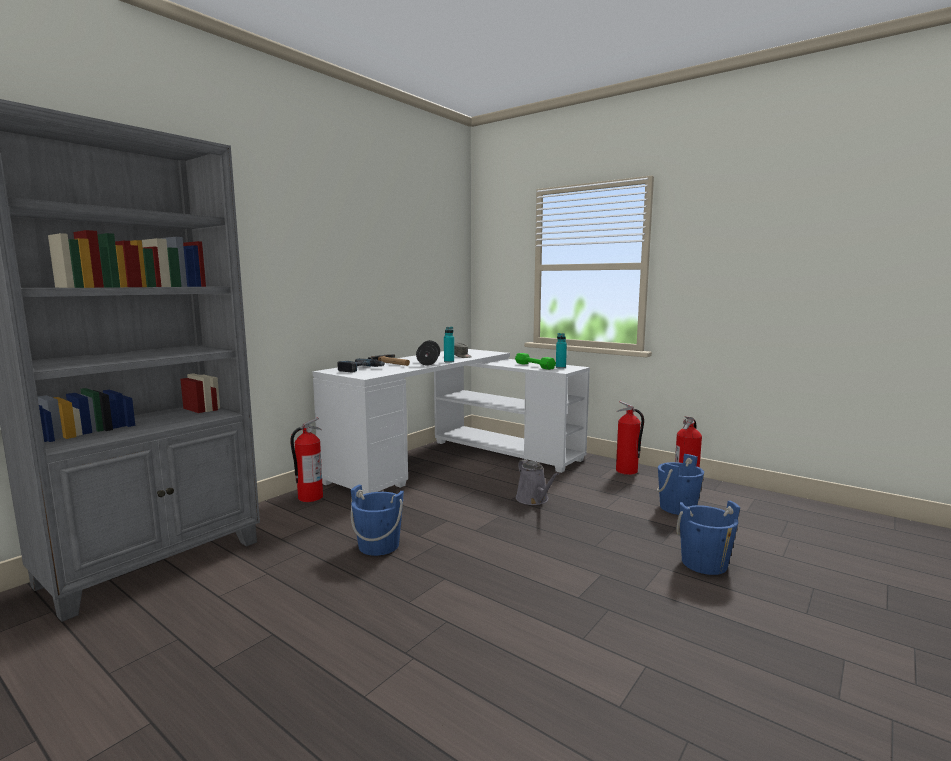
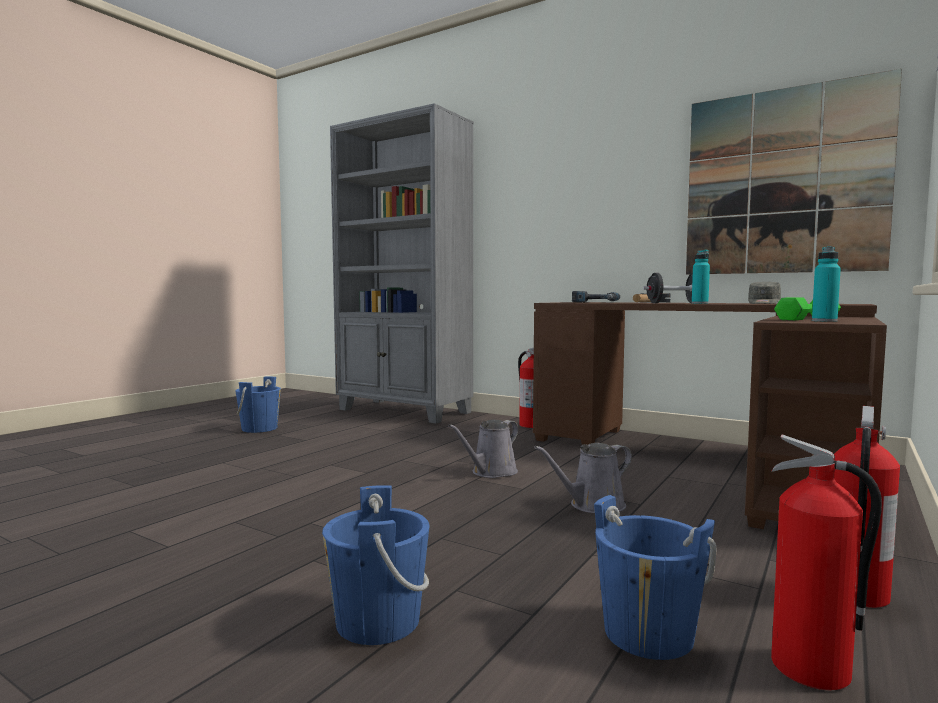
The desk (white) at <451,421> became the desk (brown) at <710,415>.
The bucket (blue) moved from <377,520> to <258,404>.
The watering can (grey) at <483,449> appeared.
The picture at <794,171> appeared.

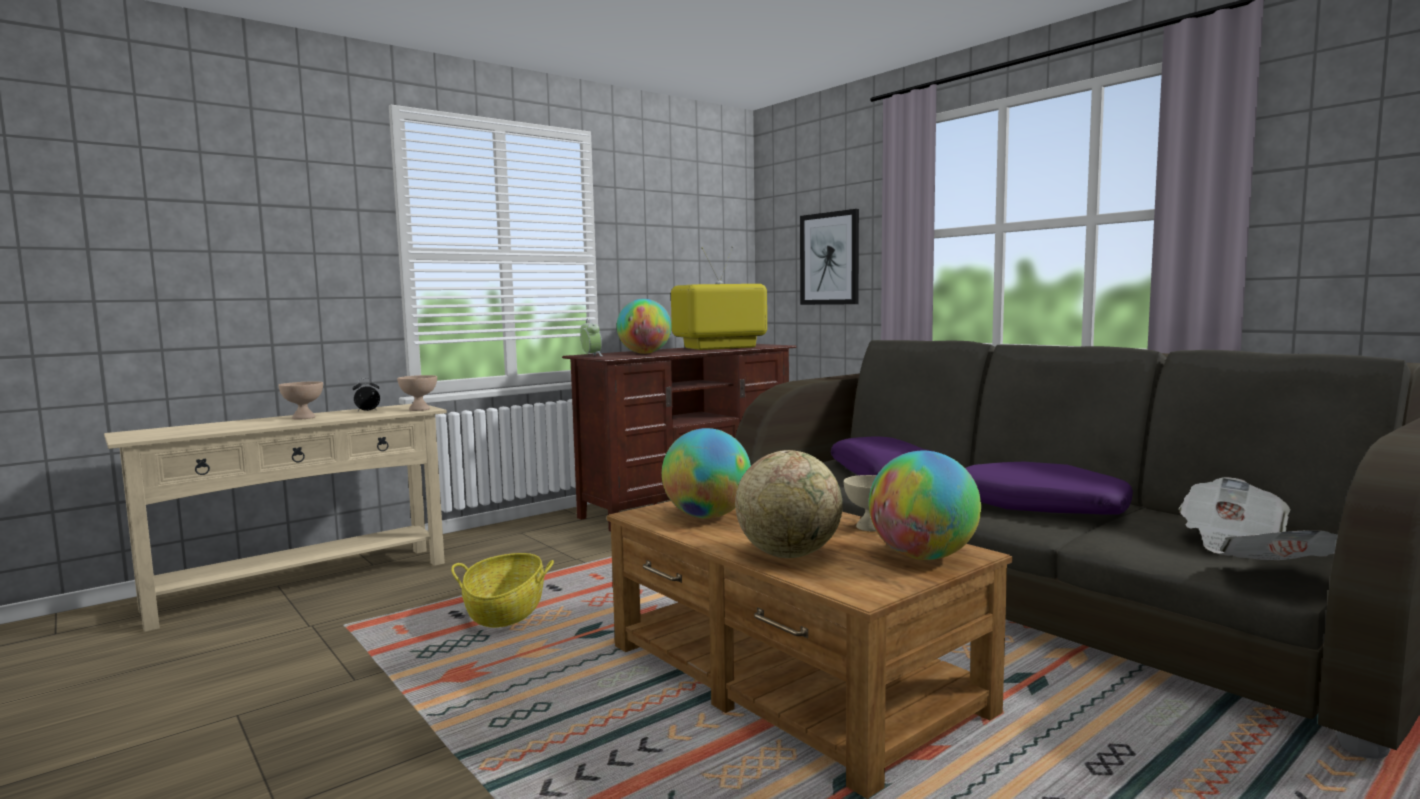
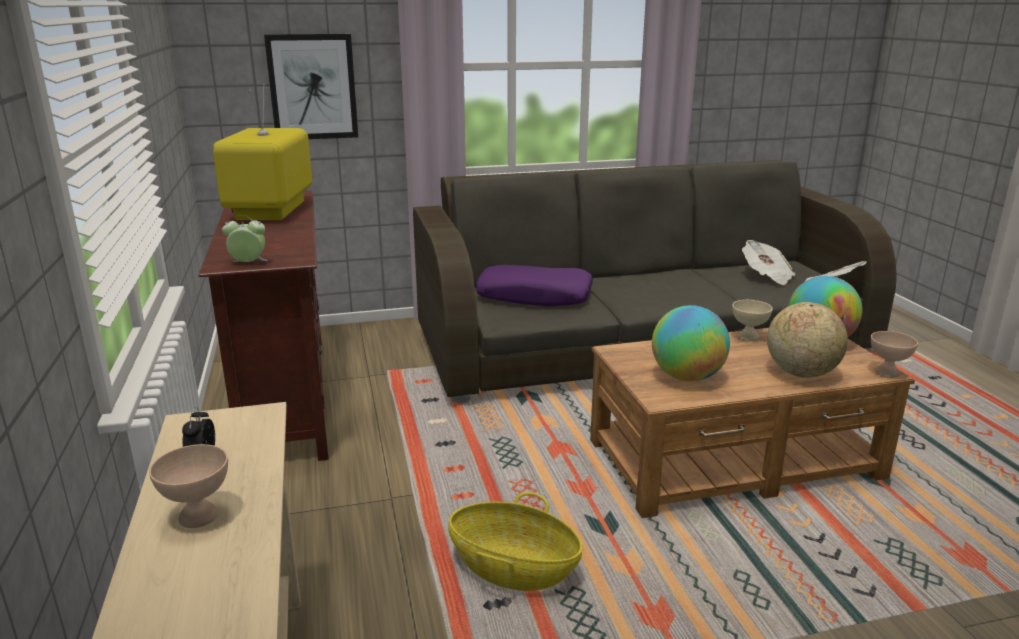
The bowl (beige) moved from <417,393> to <894,354>.
The globe at <644,326> disappeared.
The pillow (purple) at <1049,488> disappeared.

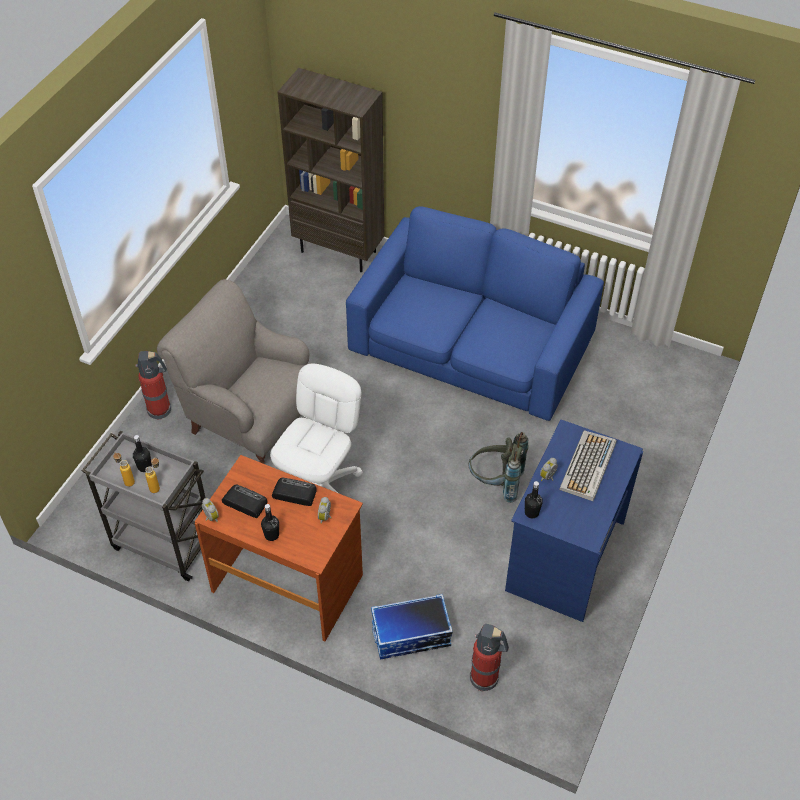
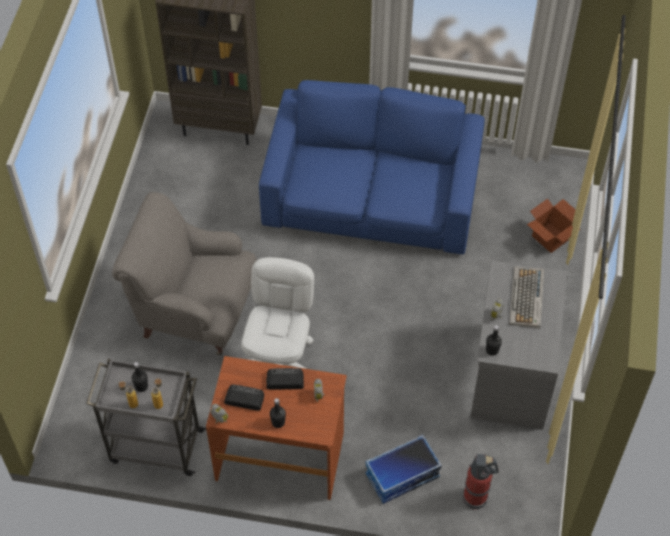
The fire extinguisher at <153,385> disappeared.
The backpack (grey) at <498,467> disappeared.
The desk (blue) at <574,520> became the desk (grey) at <519,344>.
The cardboard box at <553,226> appeared.

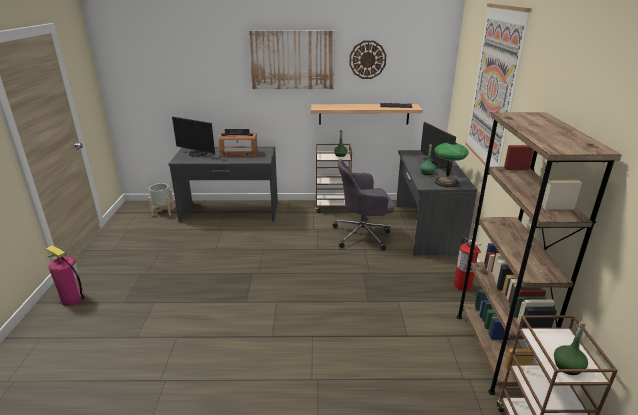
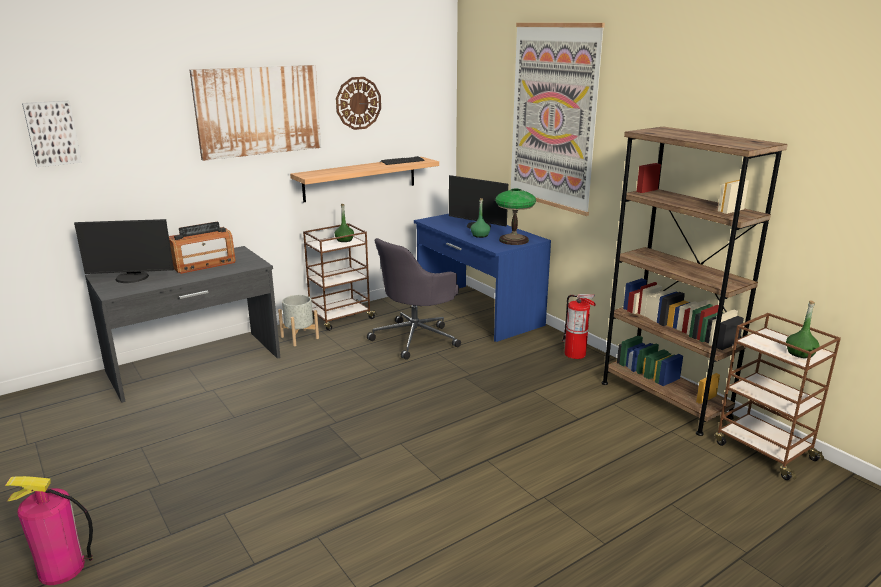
The planter (grey) moved from <161,199> to <298,320>.
The desk (grey) at <436,202> became the desk (blue) at <482,278>.
The picture at <52,134> appeared.

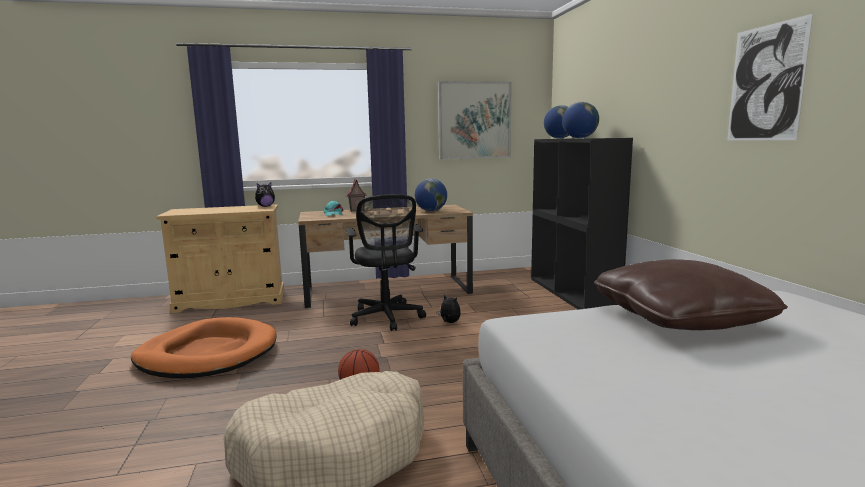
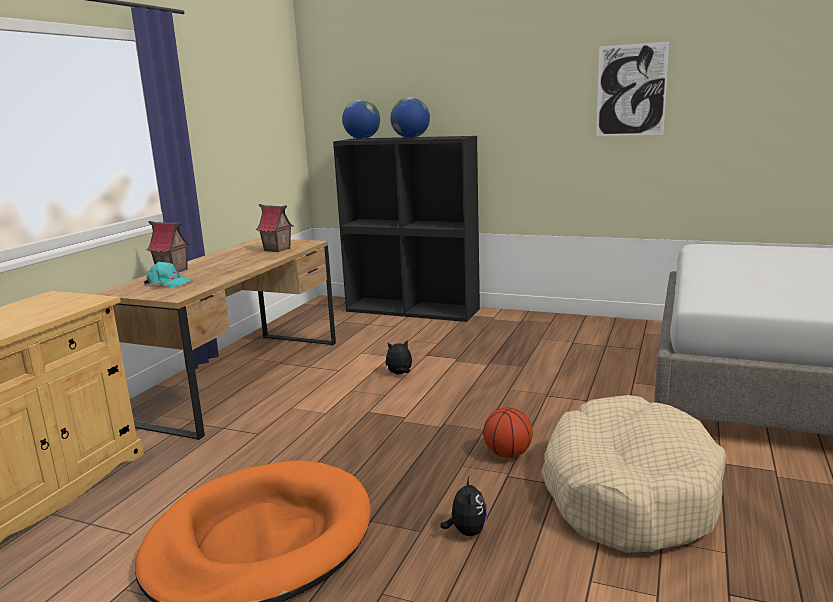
The plush toy moved from <265,195> to <463,506>.
The office chair (black) at <385,262> disappeared.
The globe at <431,195> was replaced by the toy house at <275,228>.
The picture at <475,120> disappeared.
The pillow (brown) at <691,294> disappeared.

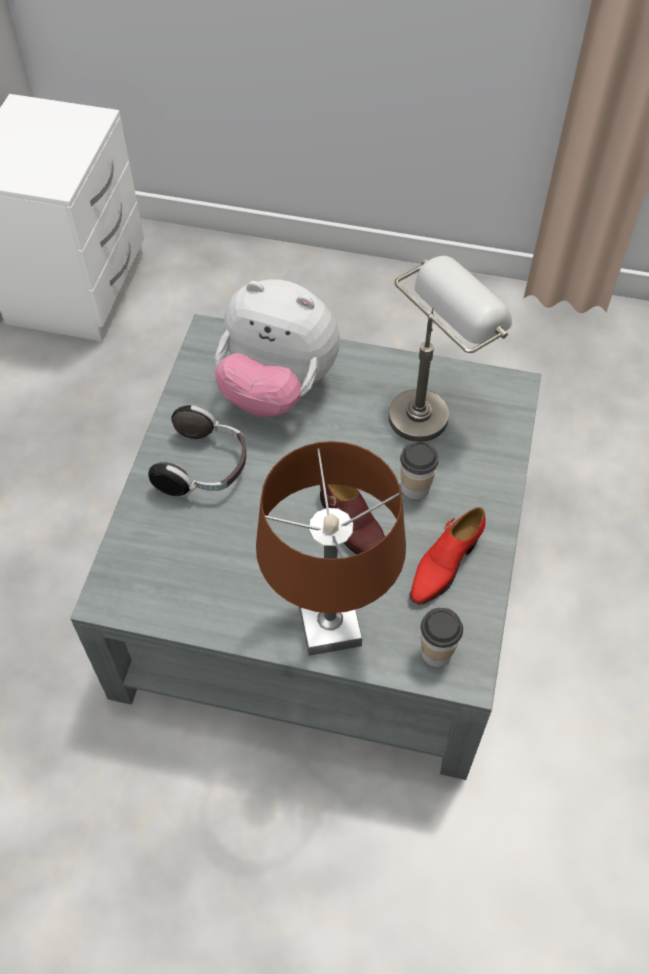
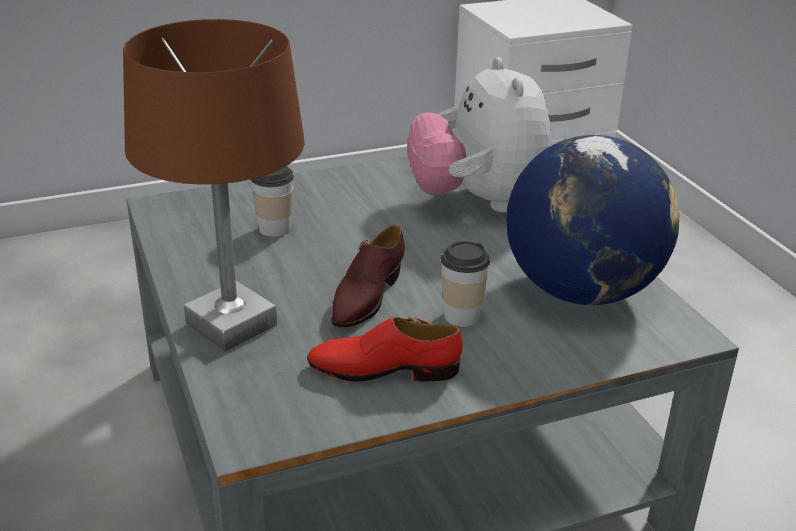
The headphones at <197,451> disappeared.
The table lamp (grey) at <450,349> was replaced by the globe at <592,220>.
The cup moved from <442,637> to <272,201>.

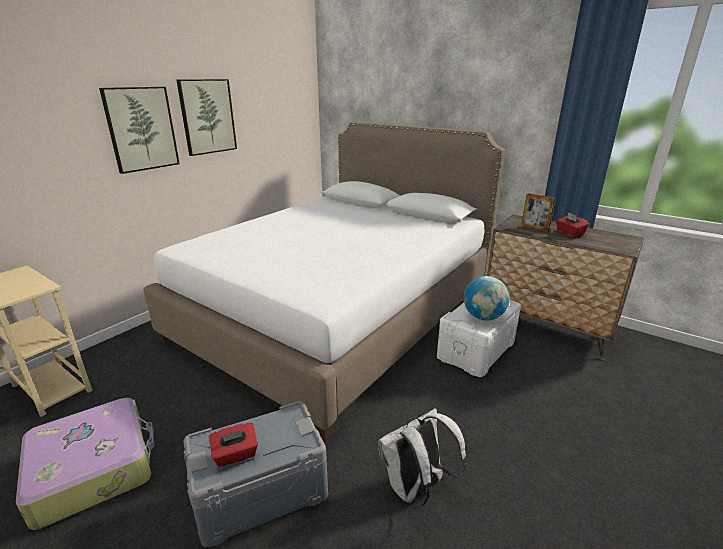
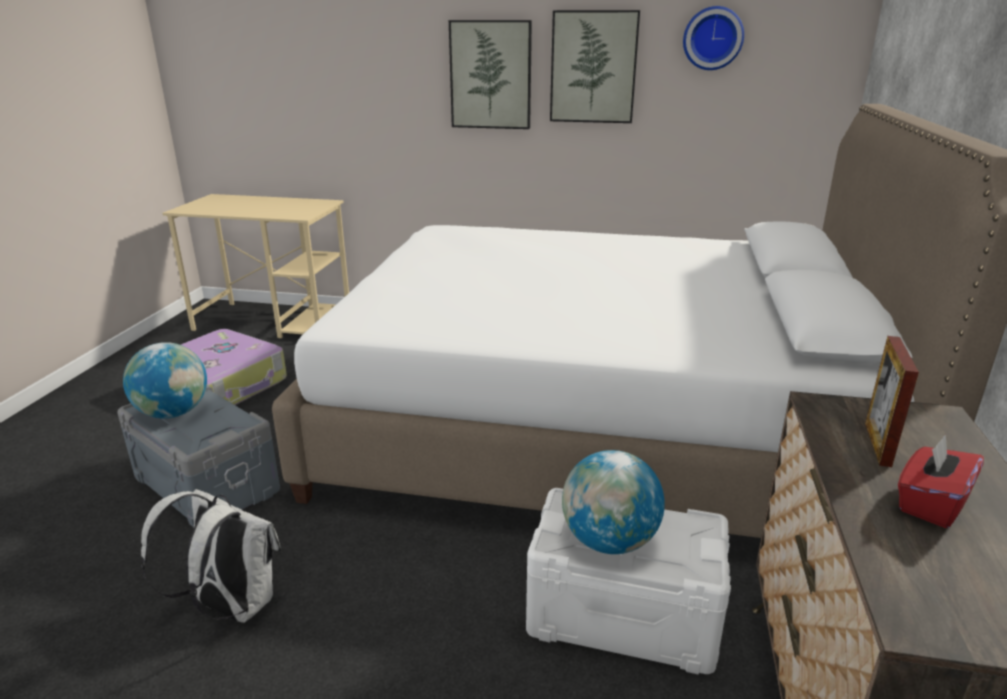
The tissue box (red) at <233,445> was replaced by the globe at <165,380>.
The wall clock at <713,38> appeared.

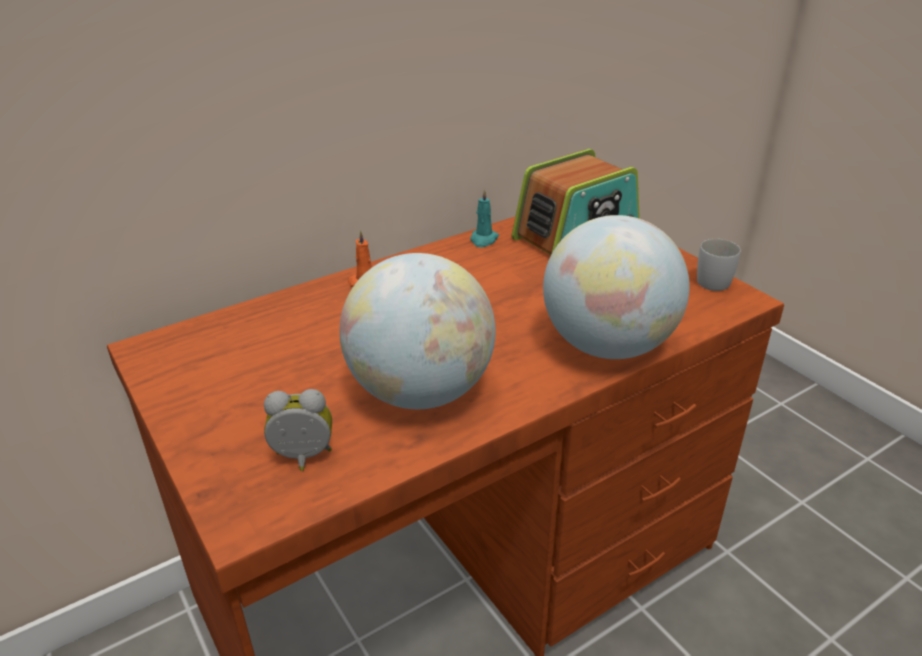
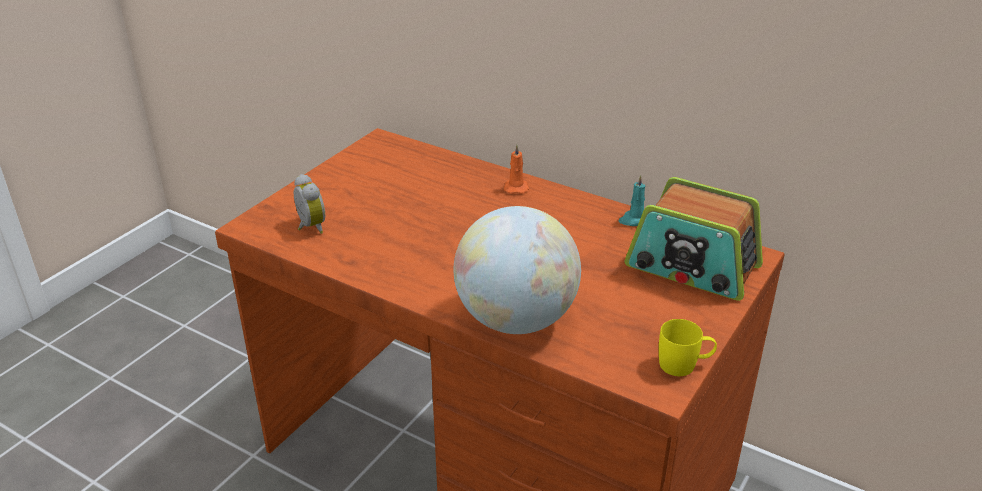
The globe at <417,331> disappeared.
The mug (white) at <719,265> became the mug (yellow) at <688,347>.

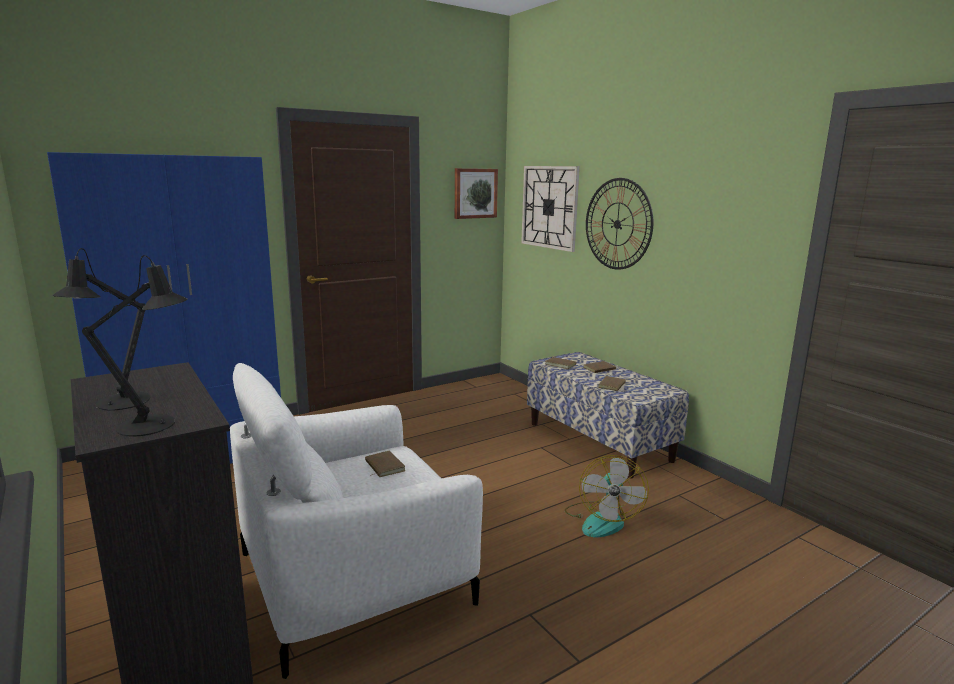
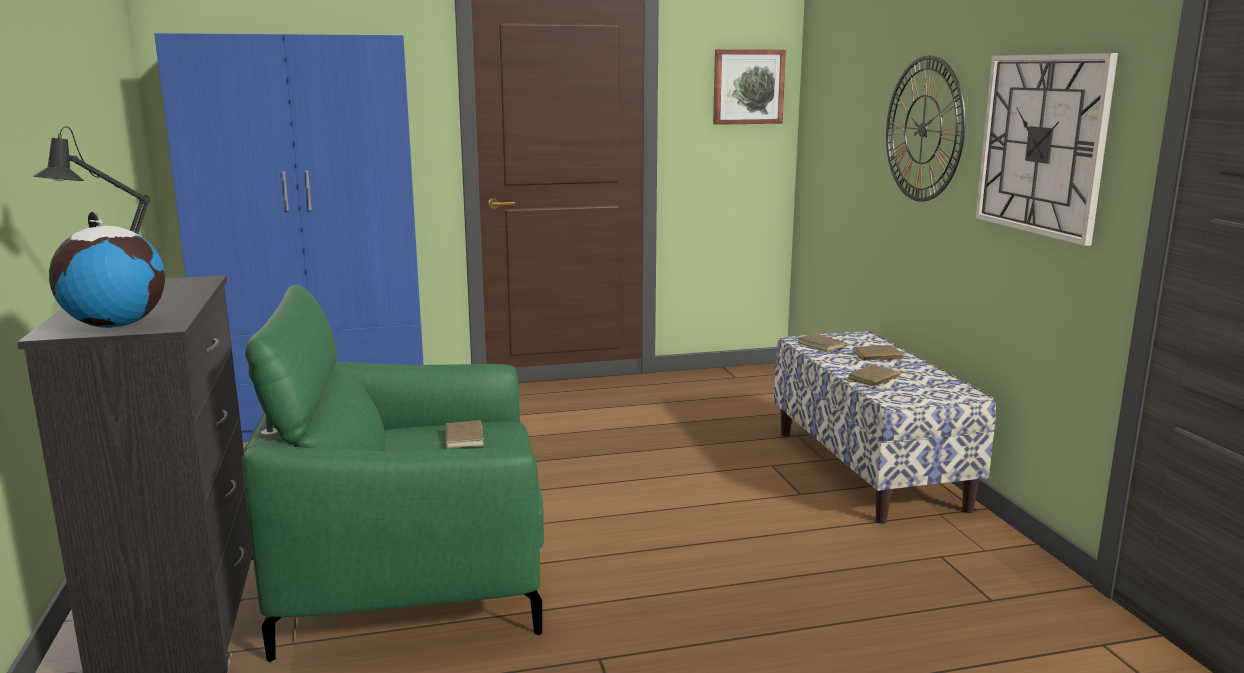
The table lamp (black) at <135,346> was replaced by the globe at <107,270>.
The armchair (white) at <356,521> became the armchair (green) at <393,473>.
The wall clock moved from <550,209> to <1046,149>.
The fan at <607,496> disappeared.

